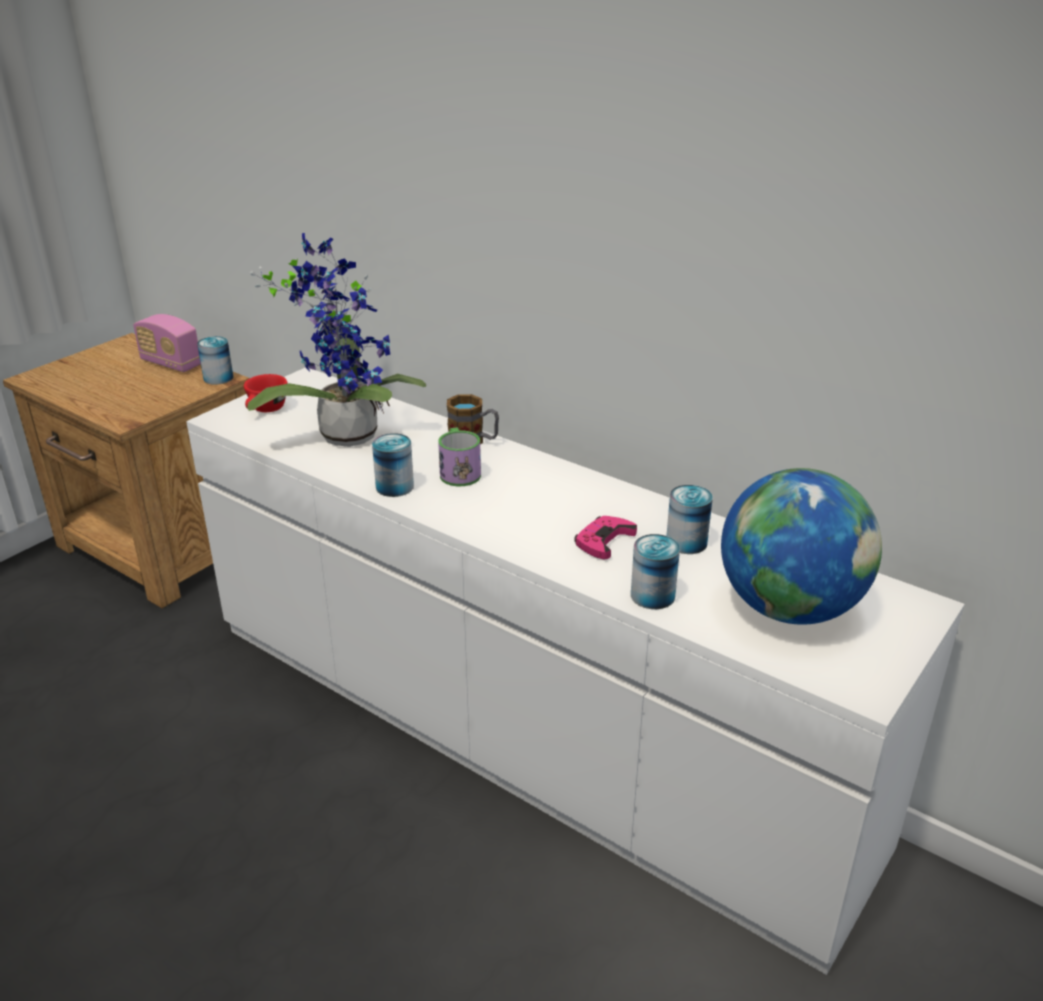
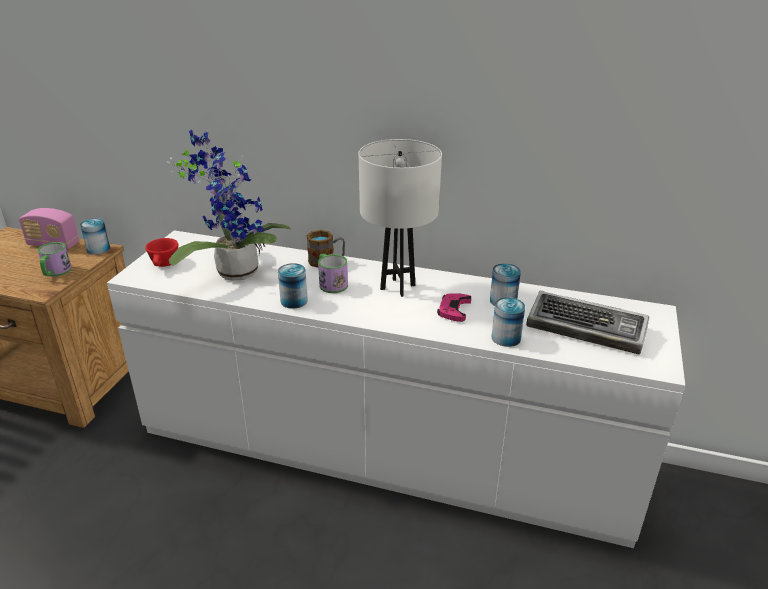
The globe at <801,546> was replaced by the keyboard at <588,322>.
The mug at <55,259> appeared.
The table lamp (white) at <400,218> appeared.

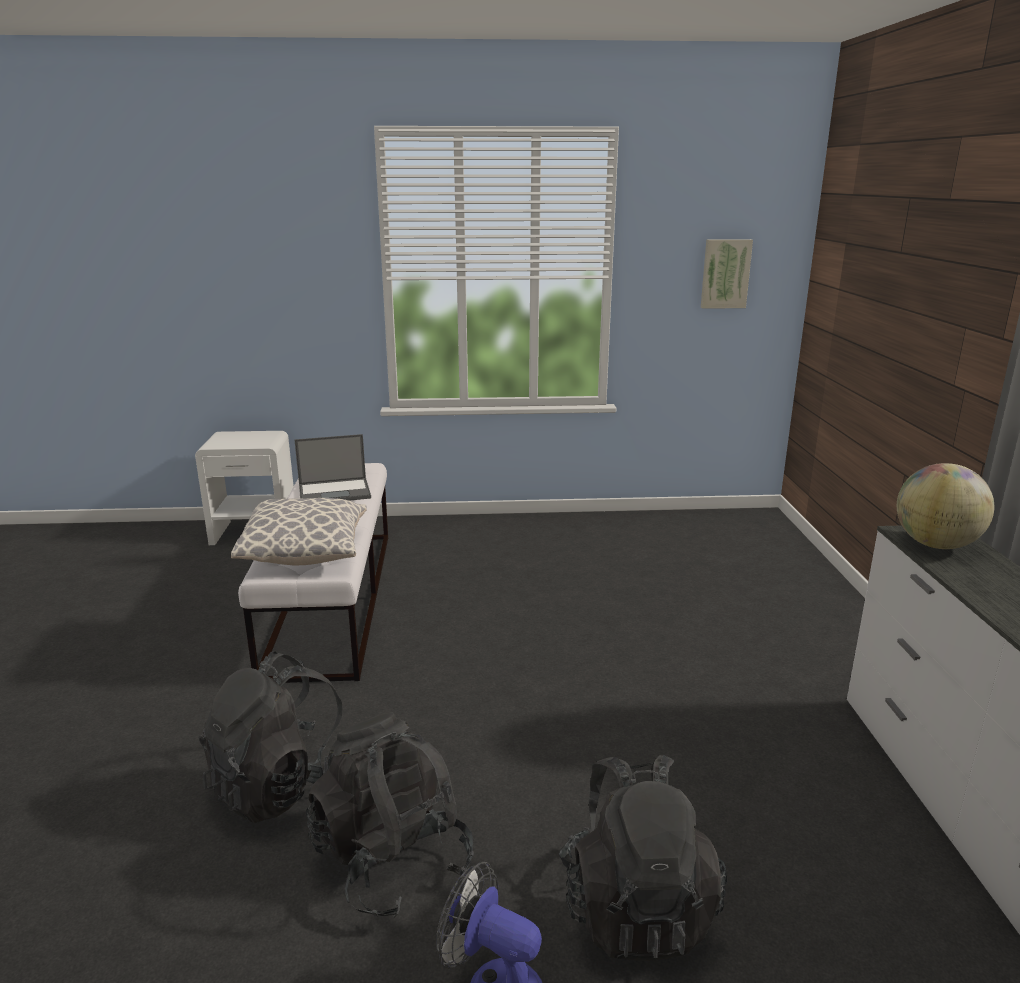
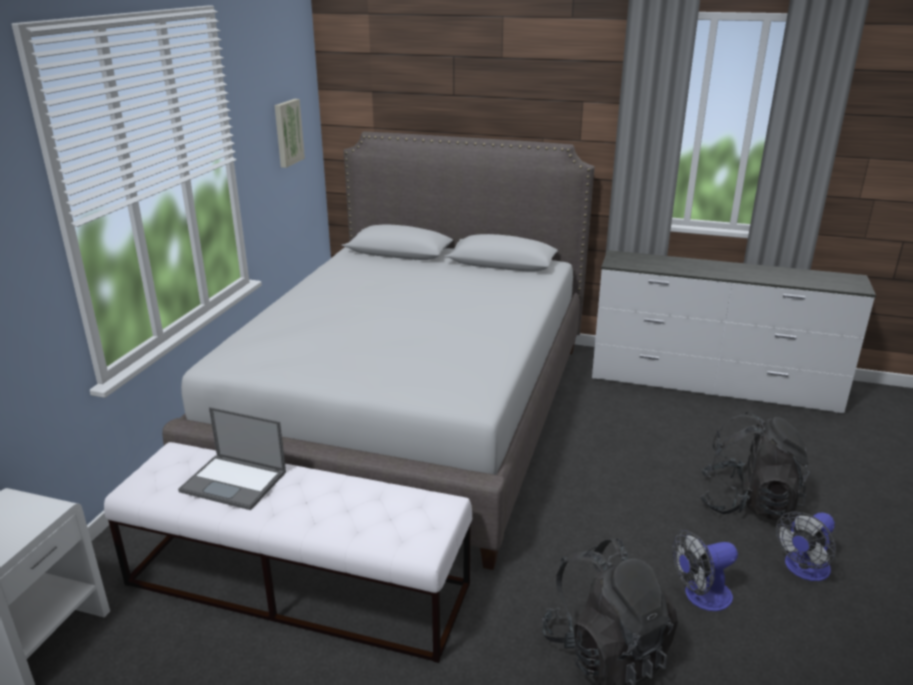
The pillow at <299,531> disappeared.
The laptop at <332,467> turned 105 degrees clockwise.
The backpack (black) at <390,815> was replaced by the fan at <705,570>.
The globe at <945,506> disappeared.
The bed (grey) at <378,351> appeared.

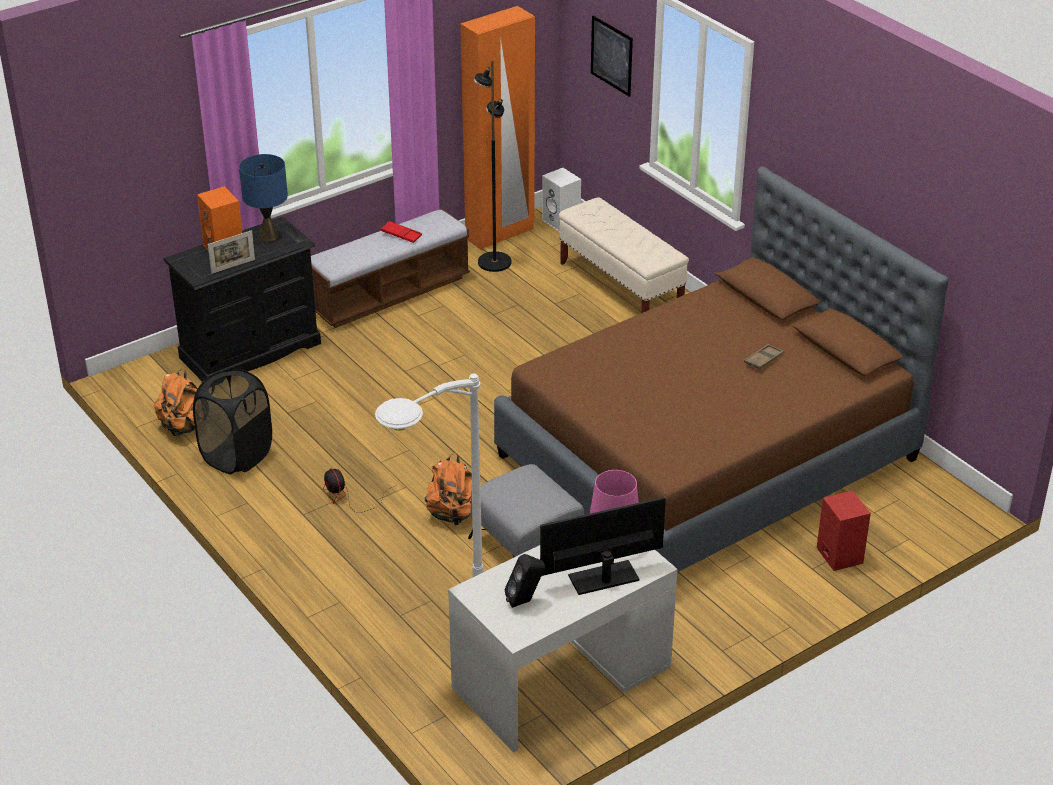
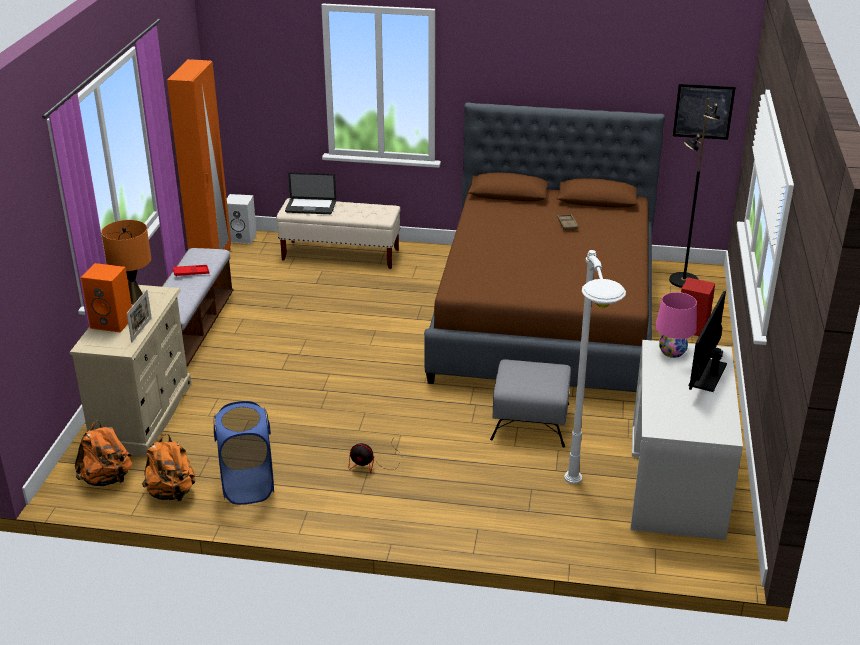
The dresser (black) at <242,299> became the dresser (beige) at <130,371>.
The laundry basket (black) at <232,421> became the laundry basket (blue) at <244,453>.
The table lamp (blue) at <263,198> became the table lamp (orange) at <126,262>.
The backpack (orange) moved from <448,489> to <103,453>.
The floor lamp (black) moved from <493,166> to <694,193>.
The speaker (black) at <525,581> disappeared.
The picture moved from <612,56> to <704,112>.
The laptop at <310,193> appeared.

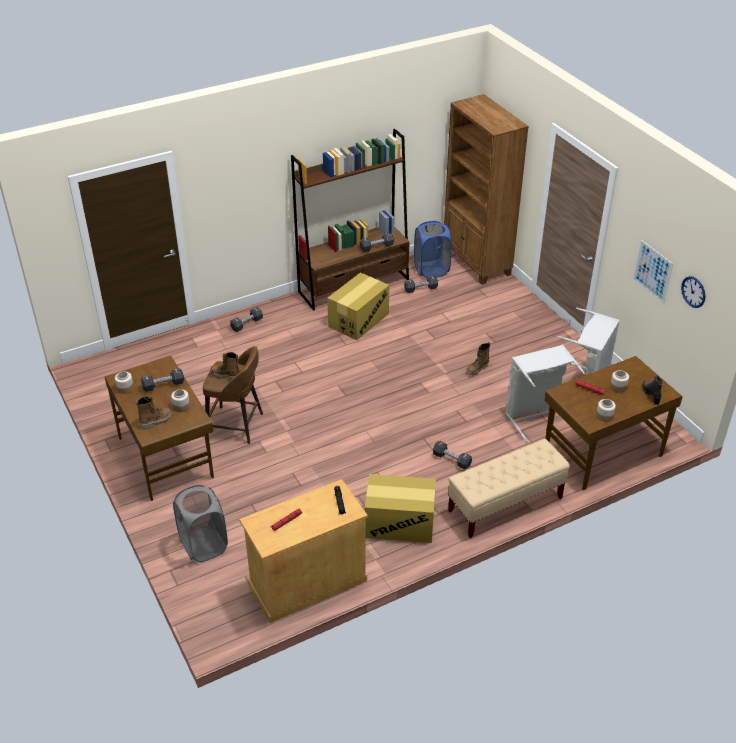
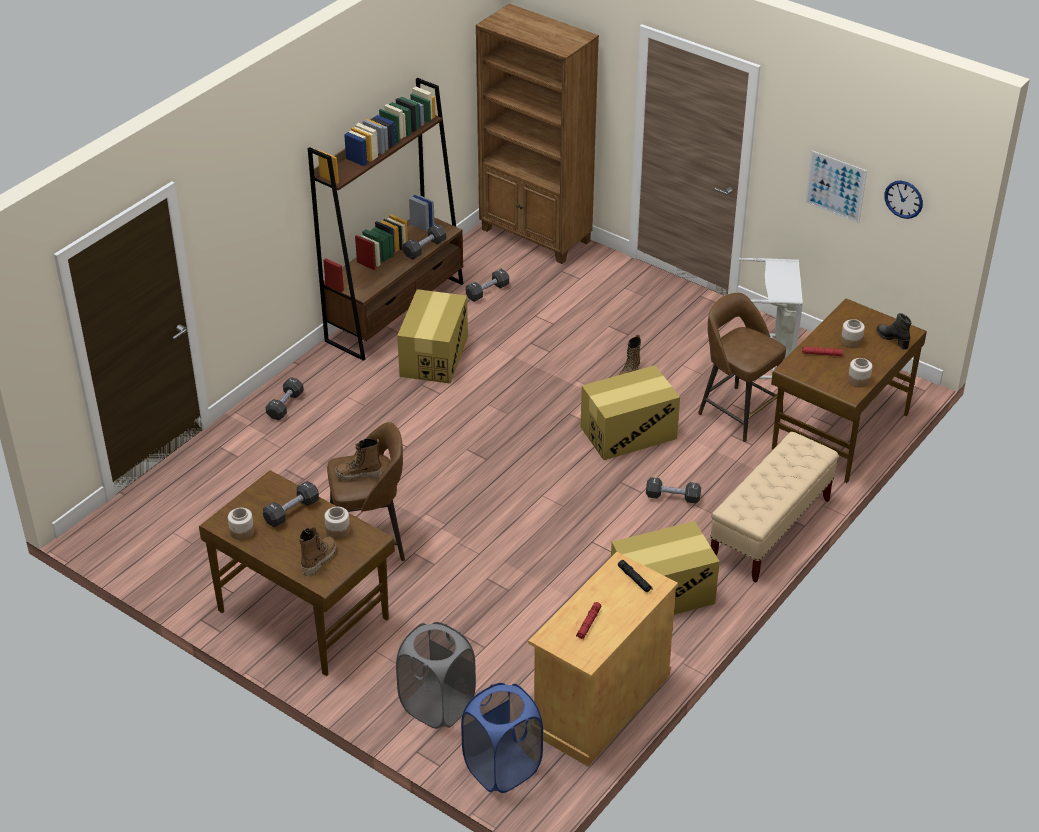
The laundry basket (blue) moved from <433,249> to <502,738>.
The laundry basket (grey) at <545,393> was replaced by the stool (brown) at <742,367>.
The cardboard box at <630,412> appeared.

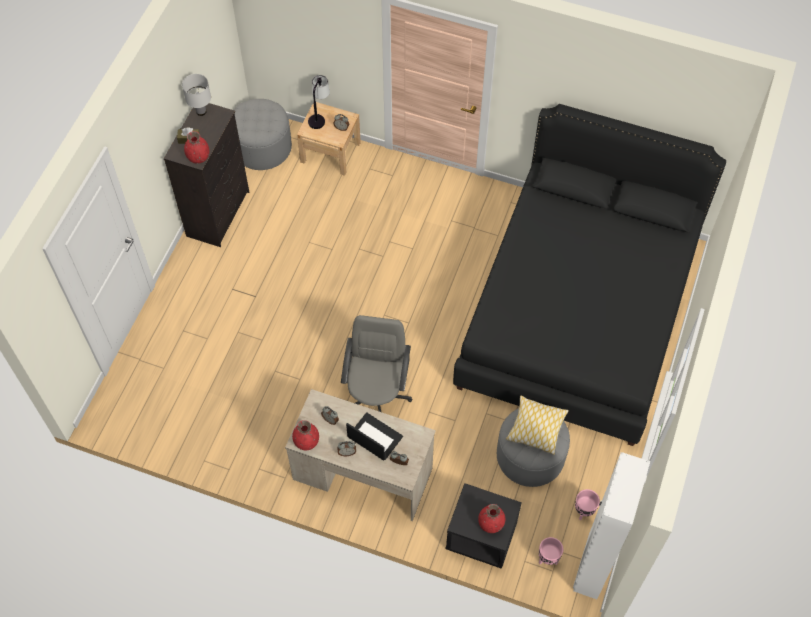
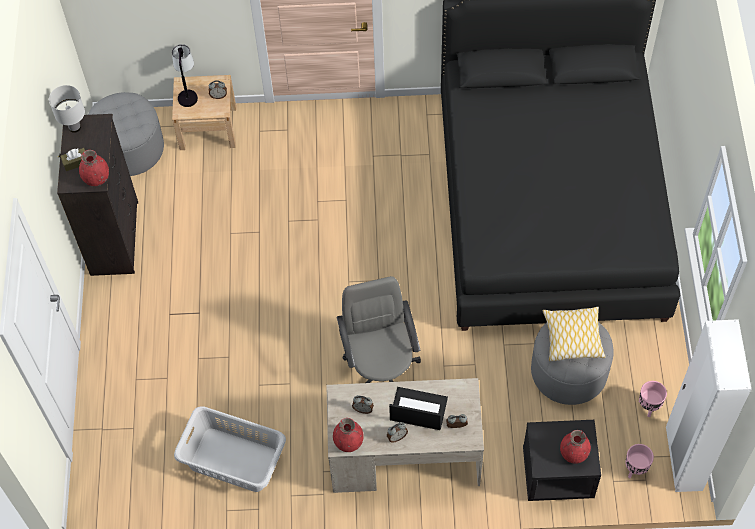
The laundry basket (grey) at <230,449> appeared.

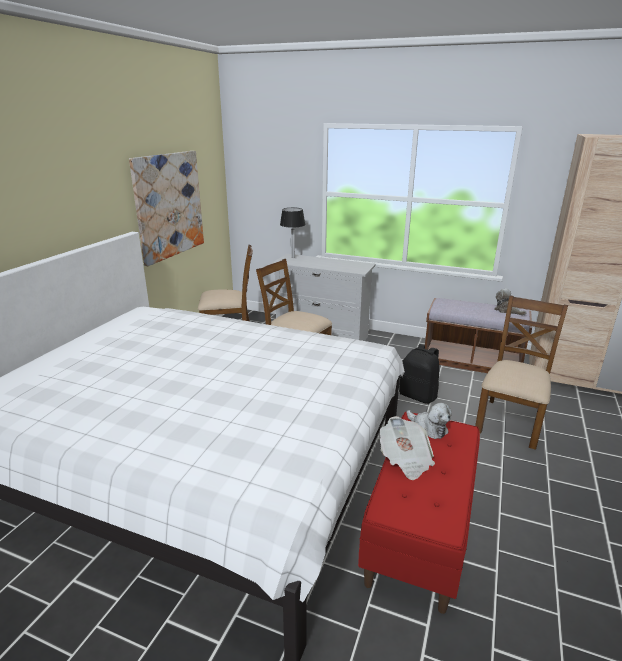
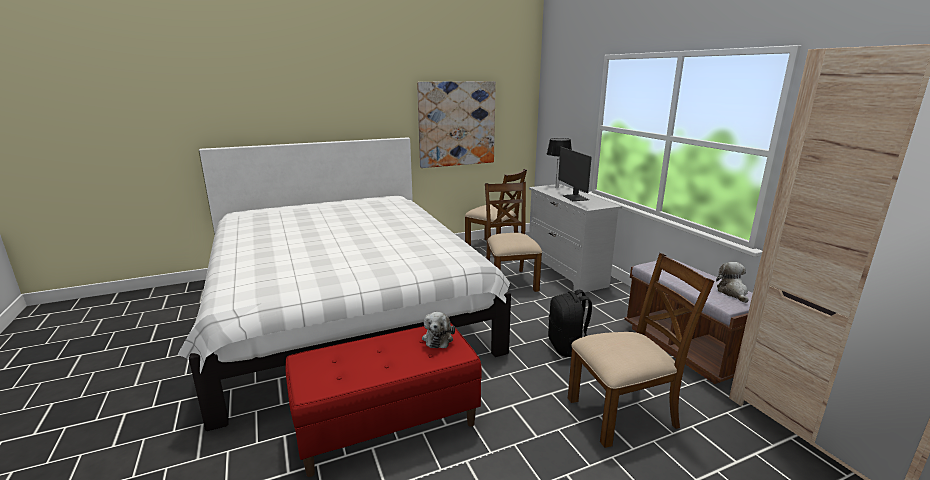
The newspaper at <407,448> disappeared.
The monitor at <575,174> appeared.

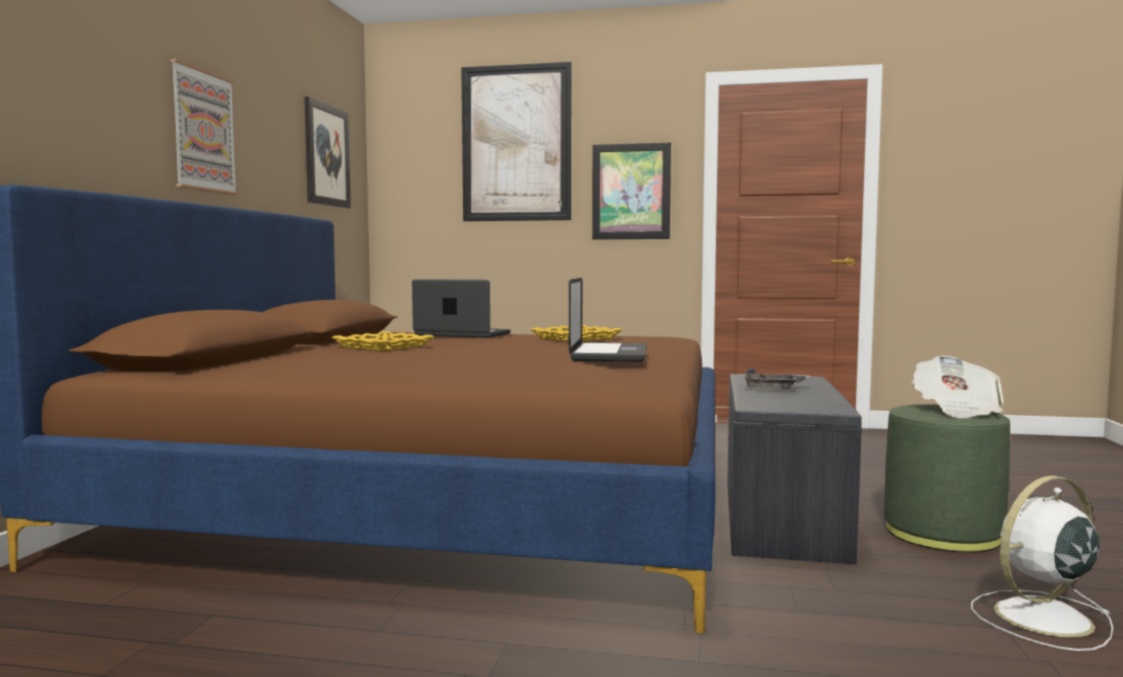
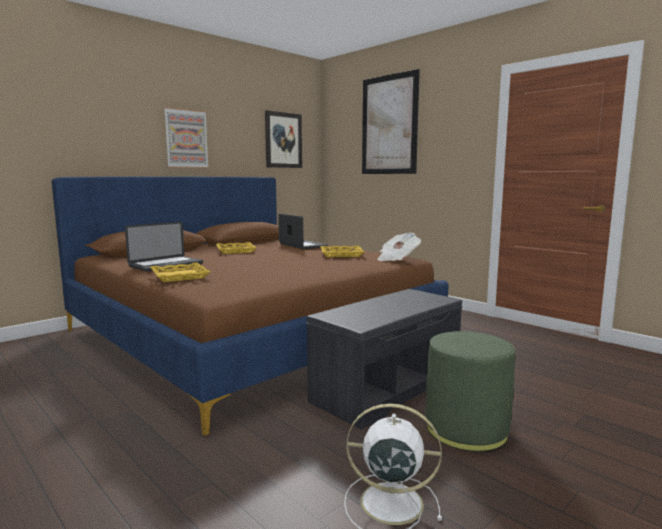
The laptop moved from <608,320> to <164,247>.
The picture at <631,190> disappeared.
The tray (grey) at <777,379> disappeared.
The newspaper moved from <957,387> to <399,247>.
The tray (yellow) at <180,272> appeared.

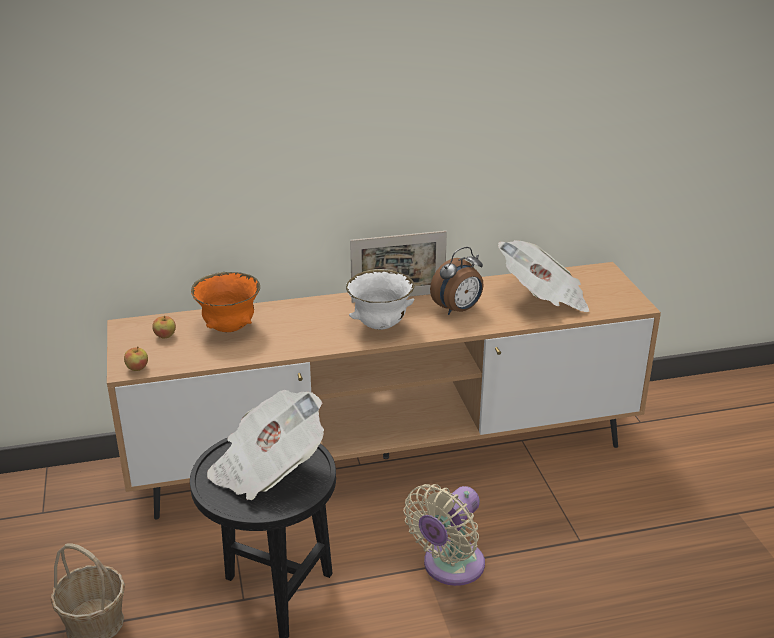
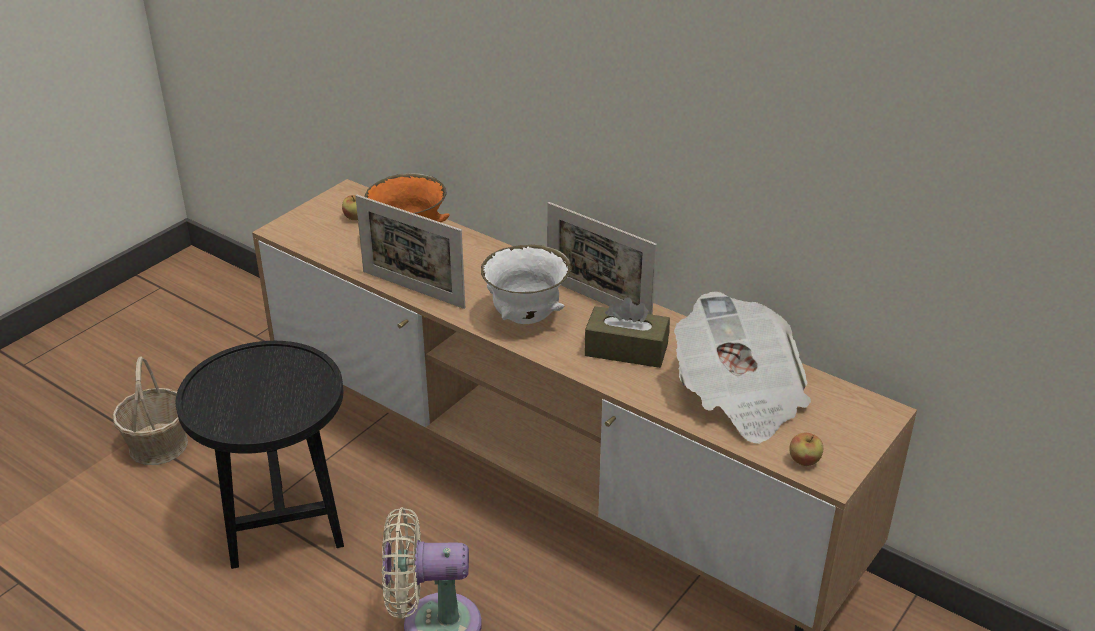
The apple moved from <136,358> to <806,449>.
The newspaper at <265,445> disappeared.
The alarm clock at <457,281> was replaced by the tissue box (brown) at <627,332>.
The picture frame at <410,251> appeared.

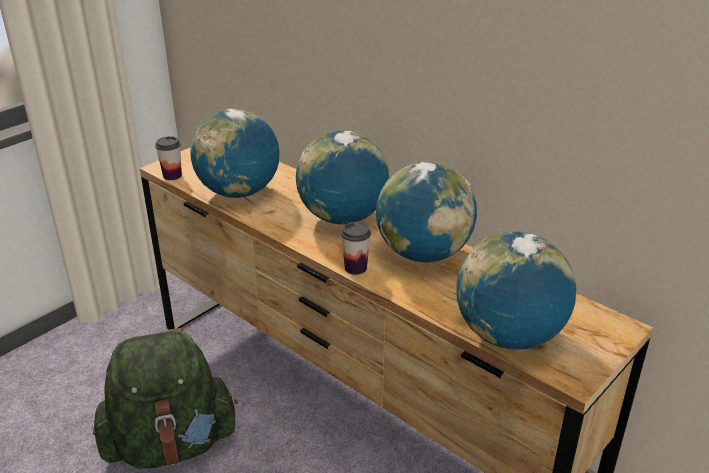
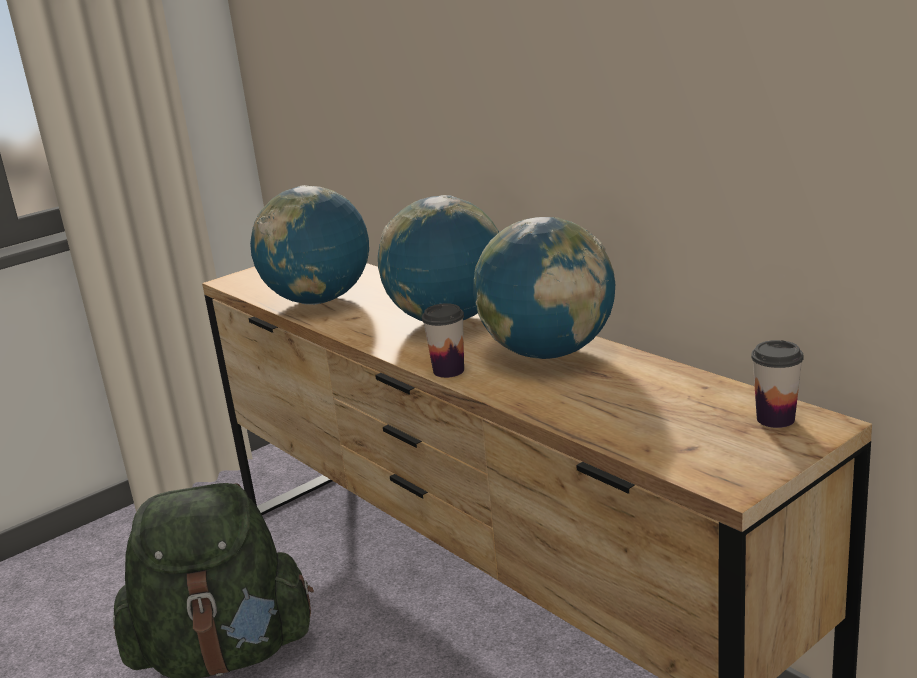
The cup moved from <168,158> to <777,384>.
The globe at <516,291> disappeared.

